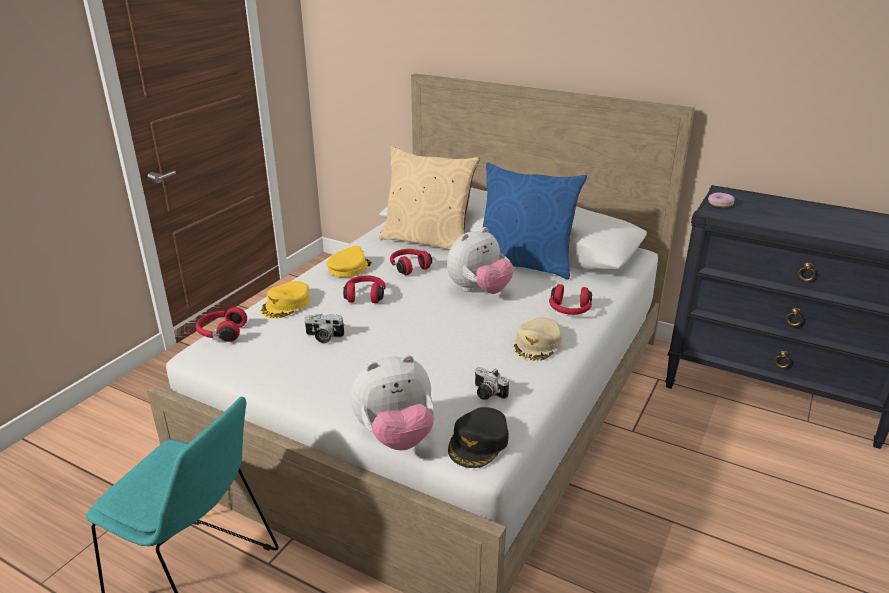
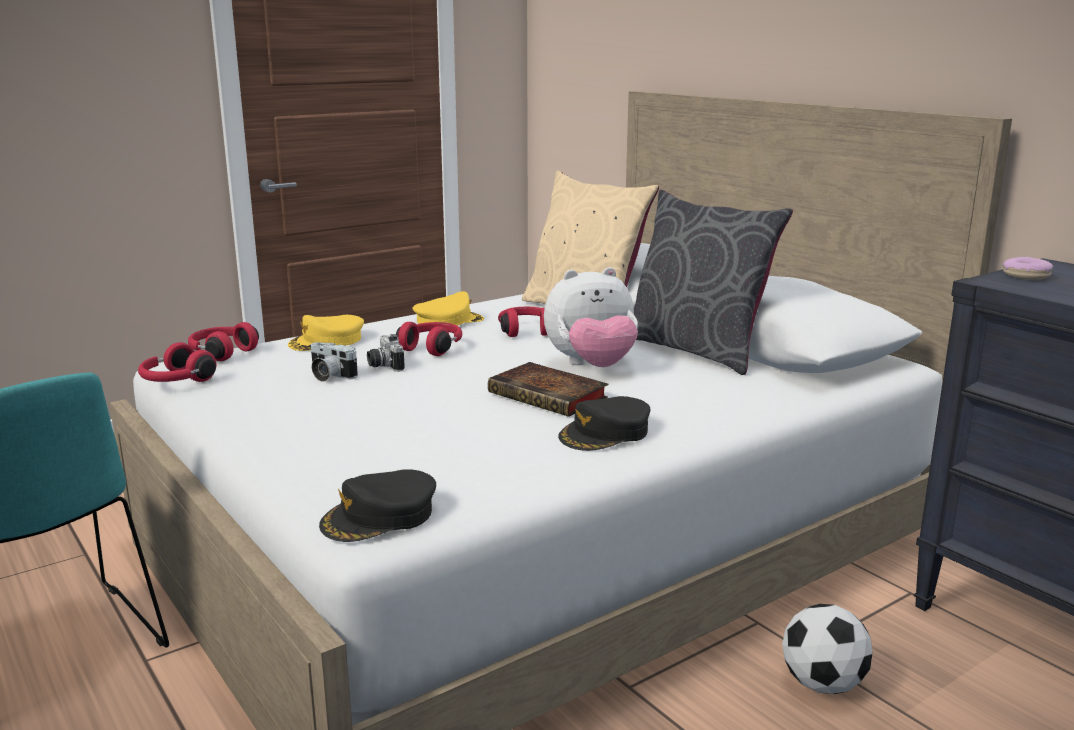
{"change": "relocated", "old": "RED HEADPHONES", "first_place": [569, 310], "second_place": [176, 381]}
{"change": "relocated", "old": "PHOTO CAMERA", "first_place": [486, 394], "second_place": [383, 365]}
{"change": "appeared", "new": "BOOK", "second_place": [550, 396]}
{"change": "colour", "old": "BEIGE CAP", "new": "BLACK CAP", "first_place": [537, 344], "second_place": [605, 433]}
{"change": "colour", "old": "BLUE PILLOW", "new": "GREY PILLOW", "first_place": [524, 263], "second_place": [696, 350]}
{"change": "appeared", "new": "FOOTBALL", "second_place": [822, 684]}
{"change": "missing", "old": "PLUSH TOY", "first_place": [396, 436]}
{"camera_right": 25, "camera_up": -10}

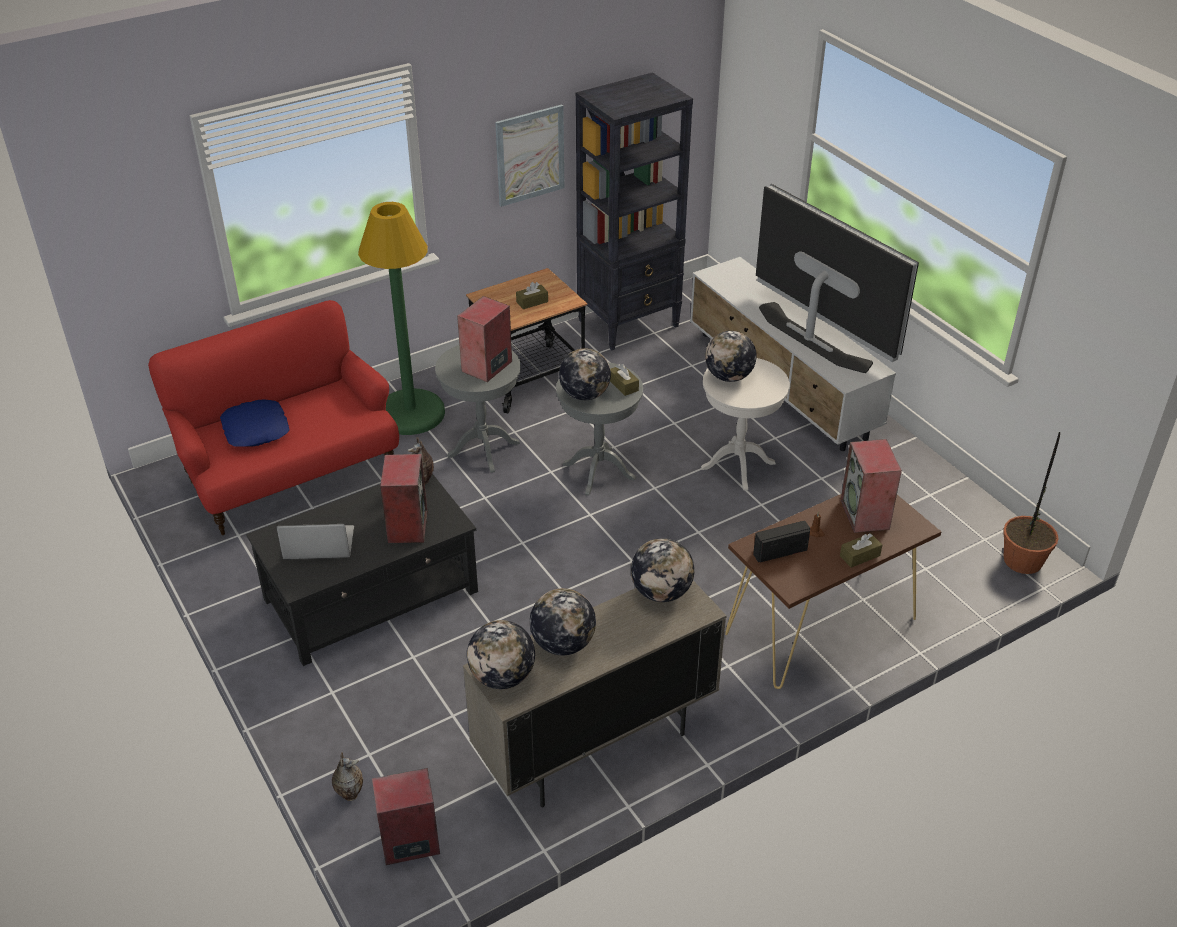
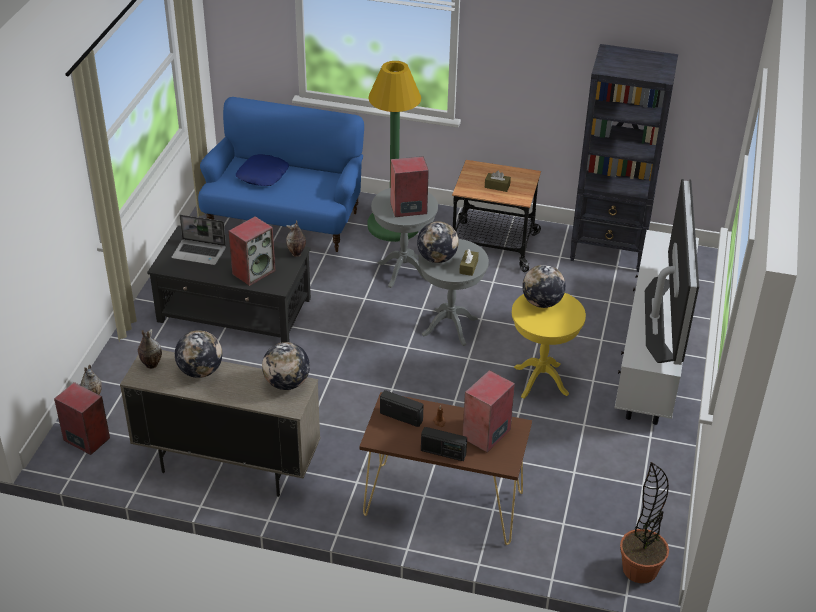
{"change": "exchanged", "old": "GLOBE", "new": "VASE", "first_place": [502, 677], "second_place": [150, 365]}
{"change": "spun", "old": "LAPTOP", "first_place": [318, 545], "second_place": [200, 253], "degrees": 150}
{"change": "colour", "old": "RED SOFA", "new": "BLUE SOFA", "first_place": [290, 474], "second_place": [284, 220]}
{"change": "exchanged", "old": "BROWN TISSUE BOX", "new": "RADIO", "first_place": [859, 556], "second_place": [443, 452]}
{"change": "colour", "old": "WHITE SIDE TABLE", "new": "YELLOW SIDE TABLE", "first_place": [738, 466], "second_place": [541, 380]}
{"change": "missing", "old": "PICTURE", "first_place": [530, 155]}
{"camera_right": 45, "camera_up": 0}

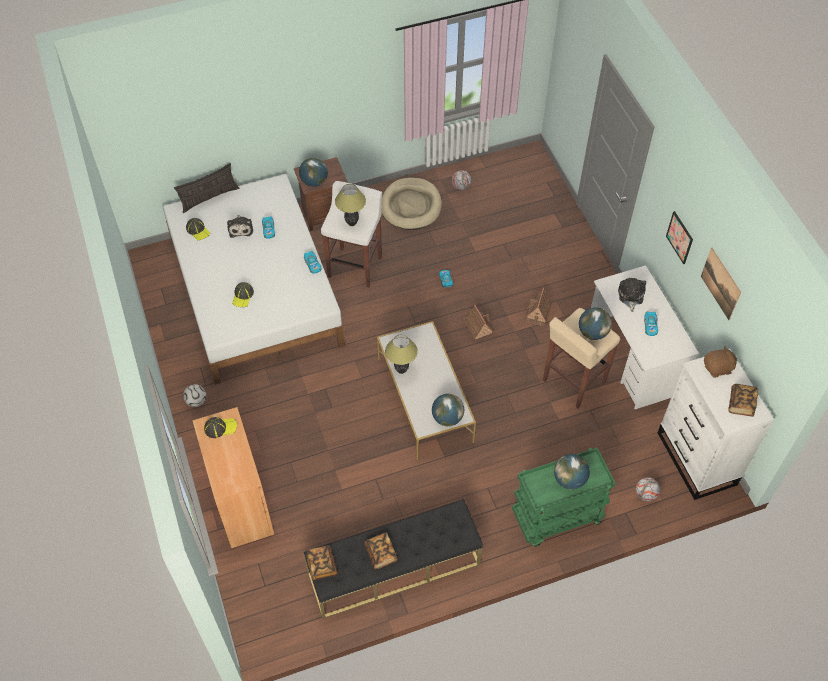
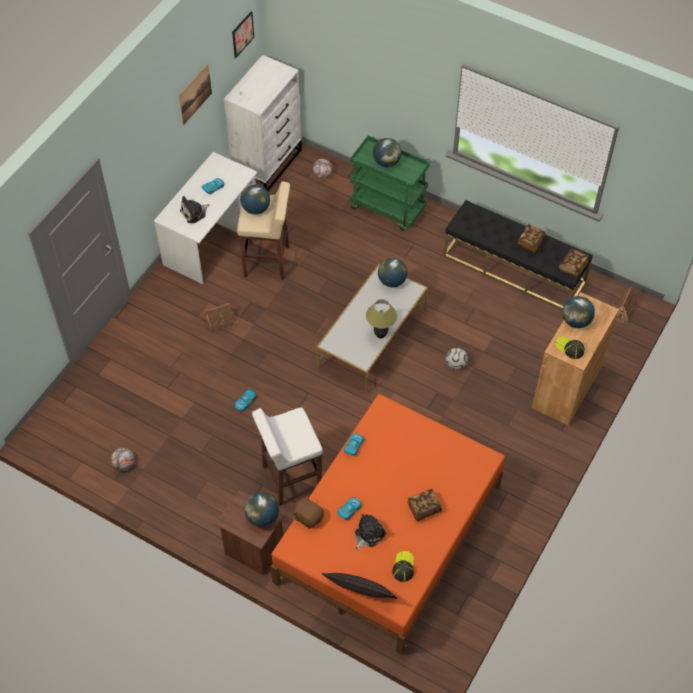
{"change": "relocated", "old": "PICTURE", "first_place": [680, 237], "second_place": [242, 34]}
{"change": "colour", "old": "WHITE BED", "new": "ORANGE BED", "first_place": [256, 292], "second_place": [388, 533]}
{"change": "relocated", "old": "BROWN PLUSH TOY", "first_place": [718, 368], "second_place": [308, 517]}
{"change": "relocated", "old": "BOOK", "first_place": [741, 404], "second_place": [424, 508]}
{"change": "relocated", "old": "FOOTBALL", "first_place": [196, 401], "second_place": [456, 364]}
{"change": "appeared", "new": "GLOBE", "second_place": [576, 321]}
{"change": "relocated", "old": "TOY HOUSE", "first_place": [477, 326], "second_place": [622, 310]}
{"change": "missing", "old": "CAP", "first_place": [243, 296]}
{"change": "missing", "old": "TABLE LAMP", "first_place": [352, 223]}
{"change": "missing", "old": "BEIGE DOG BED", "first_place": [411, 206]}
{"camera_right": -130, "camera_up": 0}

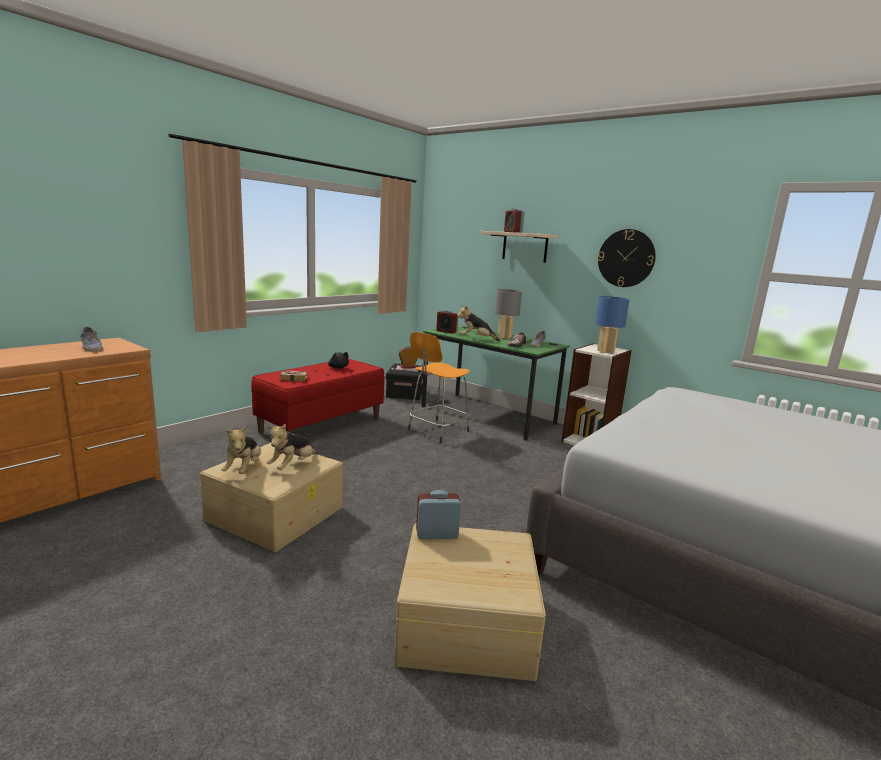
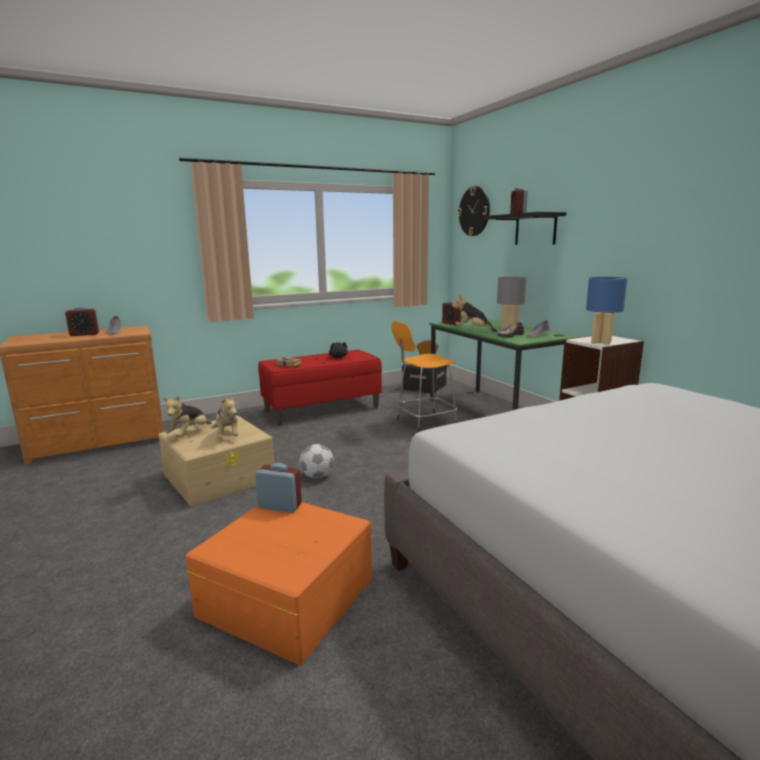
{"change": "appeared", "new": "ALARM CLOCK", "second_place": [84, 334]}
{"change": "colour", "old": "BEIGE STORAGE BOX", "new": "ORANGE STORAGE BOX", "first_place": [464, 621], "second_place": [286, 595]}
{"change": "spun", "old": "PLUSH TOY", "first_place": [292, 466], "second_place": [227, 435], "degrees": -75}
{"change": "appeared", "new": "FOOTBALL", "second_place": [317, 476]}
{"change": "relocated", "old": "WALL CLOCK", "first_place": [626, 258], "second_place": [474, 211]}
{"change": "colour", "old": "BEIGE SHELF", "new": "BLACK SHELF", "first_place": [524, 247], "second_place": [535, 229]}
{"camera_right": 25, "camera_up": 0}

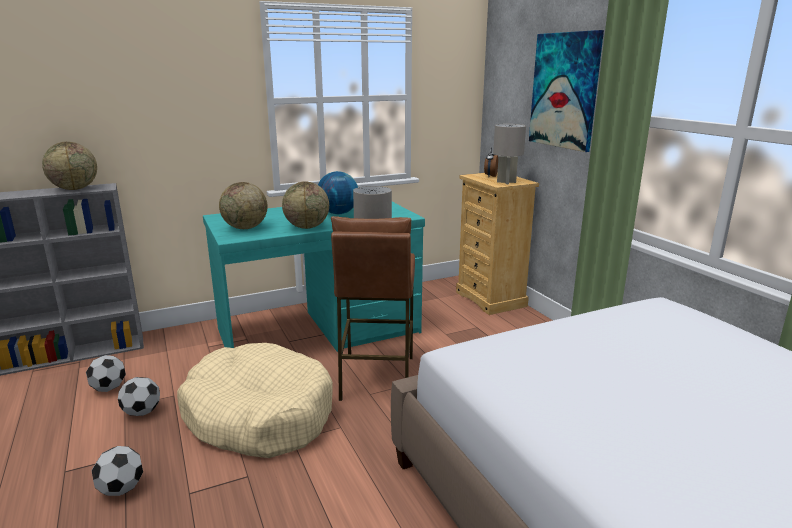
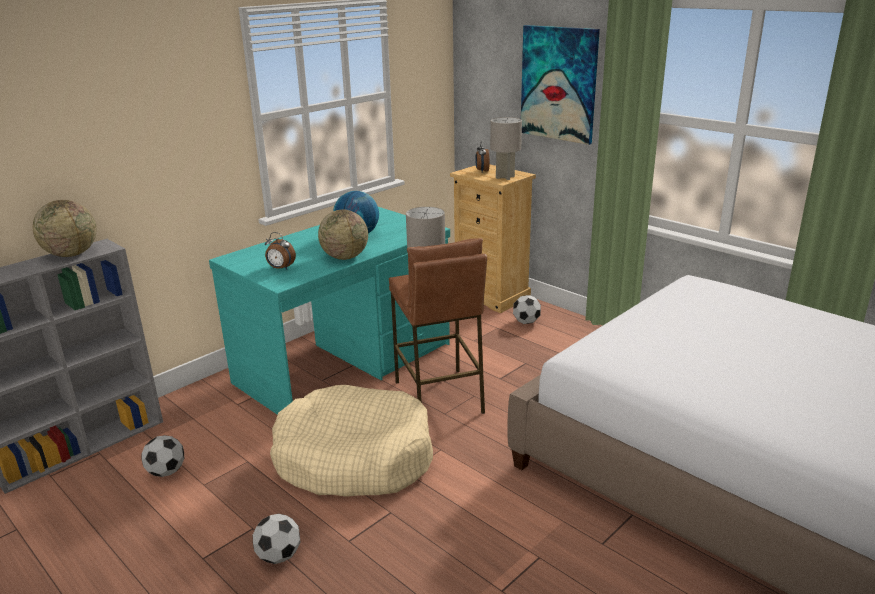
{"change": "exchanged", "old": "GLOBE", "new": "ALARM CLOCK", "first_place": [245, 228], "second_place": [280, 268]}
{"change": "relocated", "old": "FOOTBALL", "first_place": [142, 412], "second_place": [526, 322]}
{"camera_right": -20, "camera_up": 5}

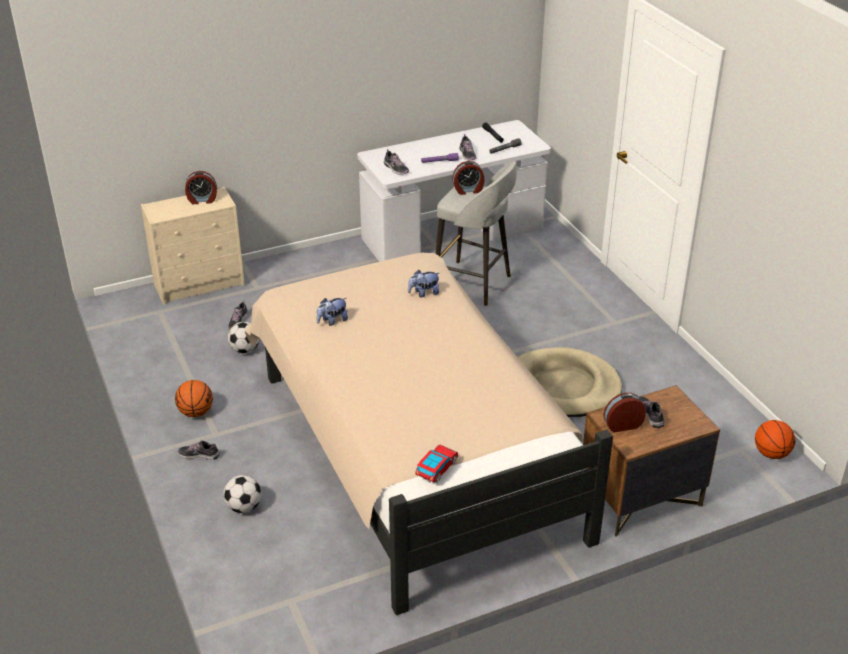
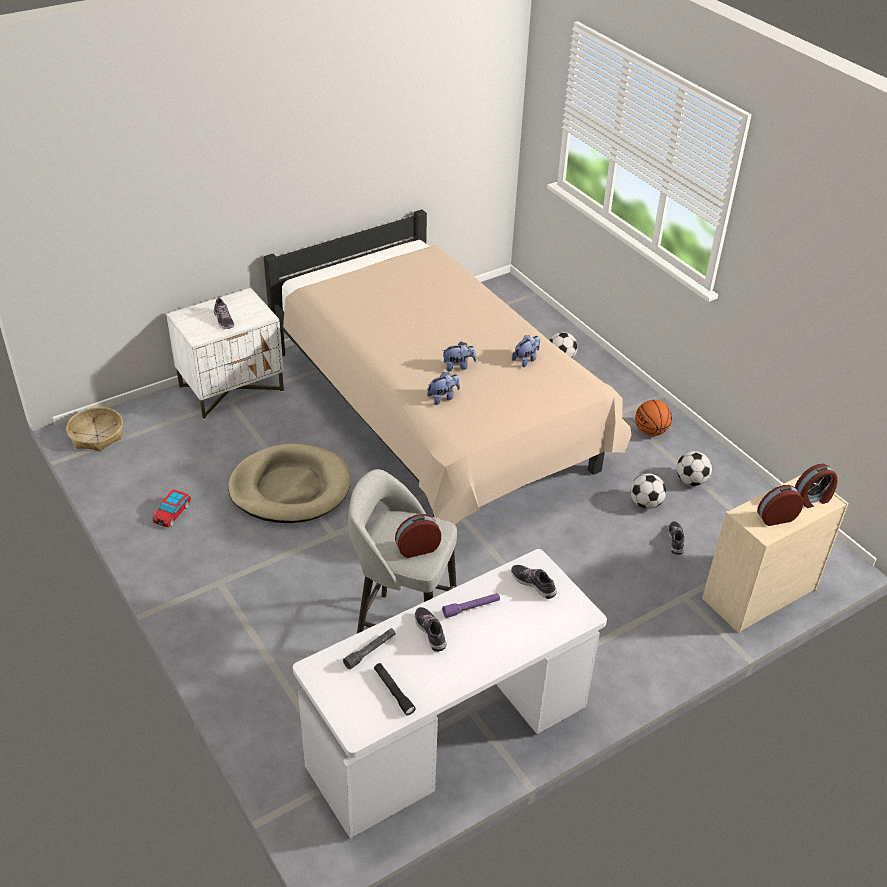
{"change": "exchanged", "old": "BASKETBALL", "new": "BASKET", "first_place": [771, 453], "second_place": [97, 436]}
{"change": "relocated", "old": "TOY CAR", "first_place": [436, 469], "second_place": [172, 513]}
{"change": "colour", "old": "BROWN NIGHTSTAND", "new": "WHITE NIGHTSTAND", "first_place": [640, 499], "second_place": [232, 388]}
{"change": "appeared", "new": "PLUSH TOY", "second_place": [458, 366]}
{"change": "appeared", "new": "FOOTBALL", "second_place": [691, 481]}
{"change": "relocated", "old": "ALARM CLOCK", "first_place": [622, 425], "second_place": [812, 499]}
{"change": "missing", "old": "SHOE", "first_place": [199, 455]}
{"camera_right": 170, "camera_up": 5}

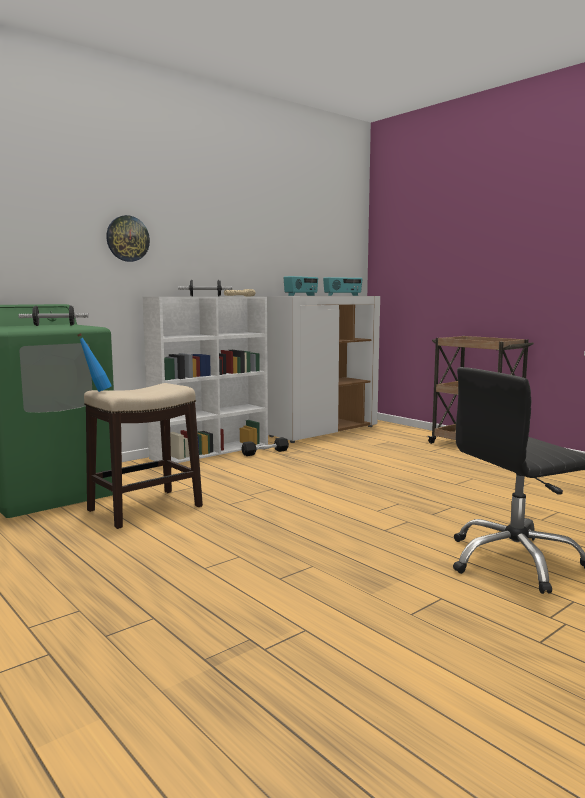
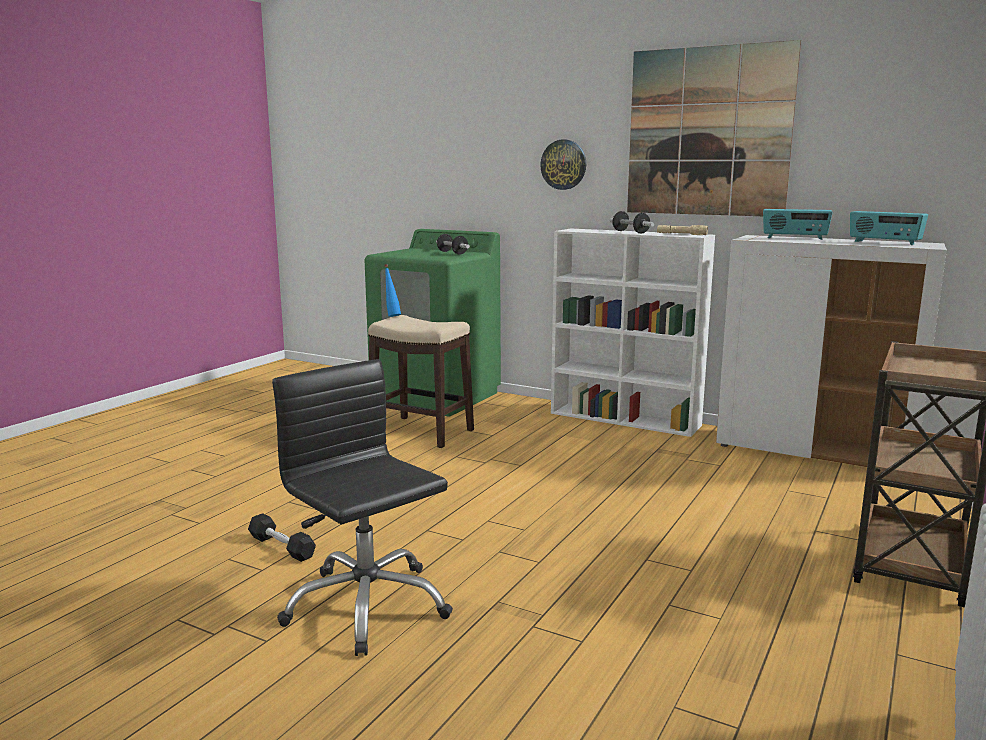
{"change": "relocated", "old": "BLACK DUMBBELL", "first_place": [265, 452], "second_place": [282, 547]}
{"change": "appeared", "new": "PICTURE", "second_place": [708, 132]}
{"camera_right": 70, "camera_up": 5}

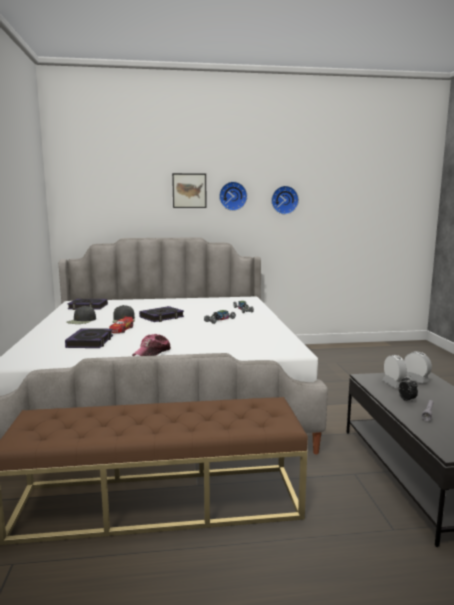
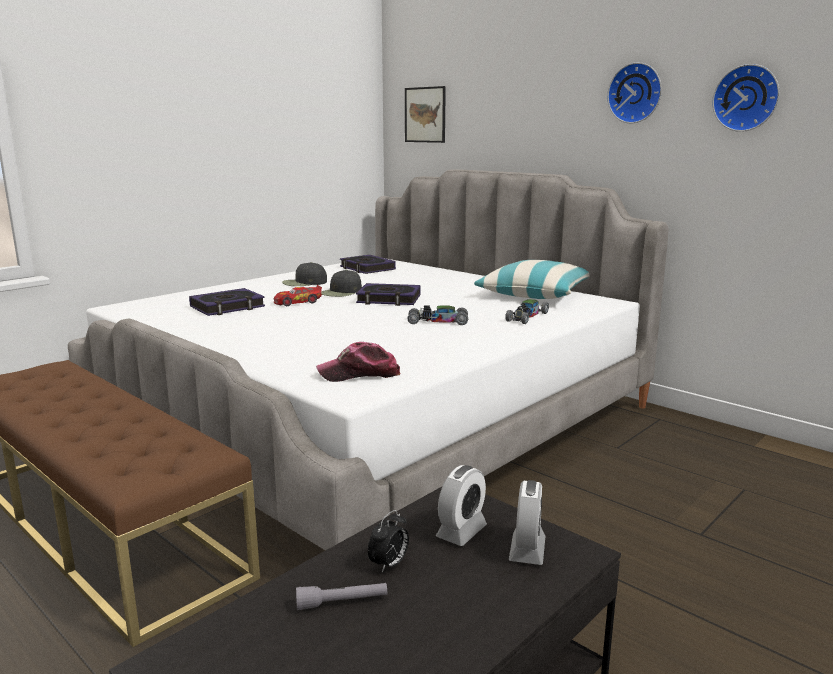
{"change": "relocated", "old": "CAP", "first_place": [152, 353], "second_place": [359, 374]}
{"change": "relocated", "old": "PICTURE", "first_place": [189, 190], "second_place": [425, 115]}
{"change": "appeared", "new": "PILLOW", "second_place": [535, 294]}
{"camera_right": 50, "camera_up": 5}

